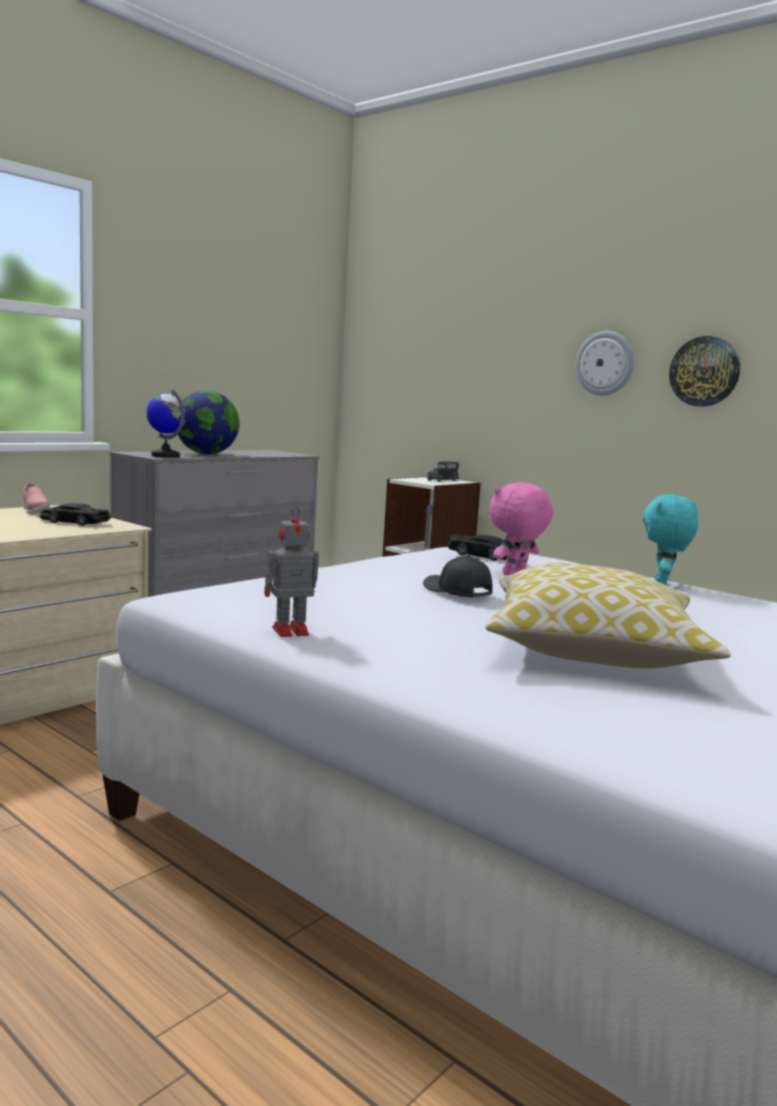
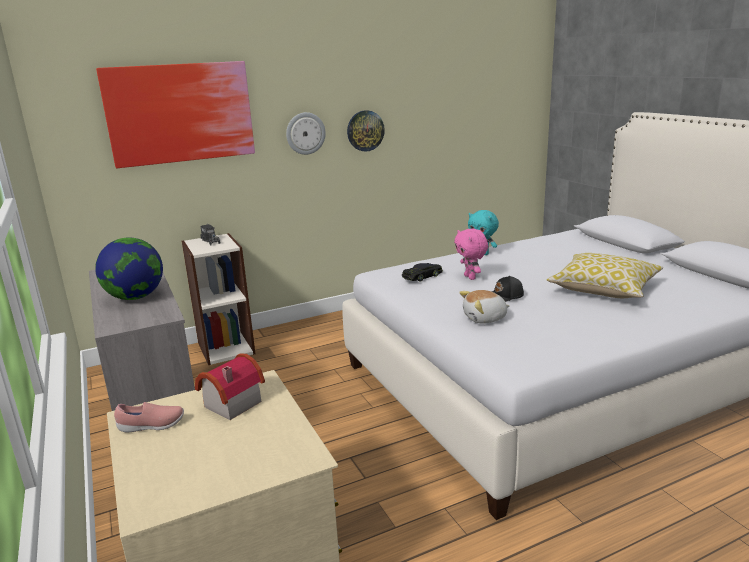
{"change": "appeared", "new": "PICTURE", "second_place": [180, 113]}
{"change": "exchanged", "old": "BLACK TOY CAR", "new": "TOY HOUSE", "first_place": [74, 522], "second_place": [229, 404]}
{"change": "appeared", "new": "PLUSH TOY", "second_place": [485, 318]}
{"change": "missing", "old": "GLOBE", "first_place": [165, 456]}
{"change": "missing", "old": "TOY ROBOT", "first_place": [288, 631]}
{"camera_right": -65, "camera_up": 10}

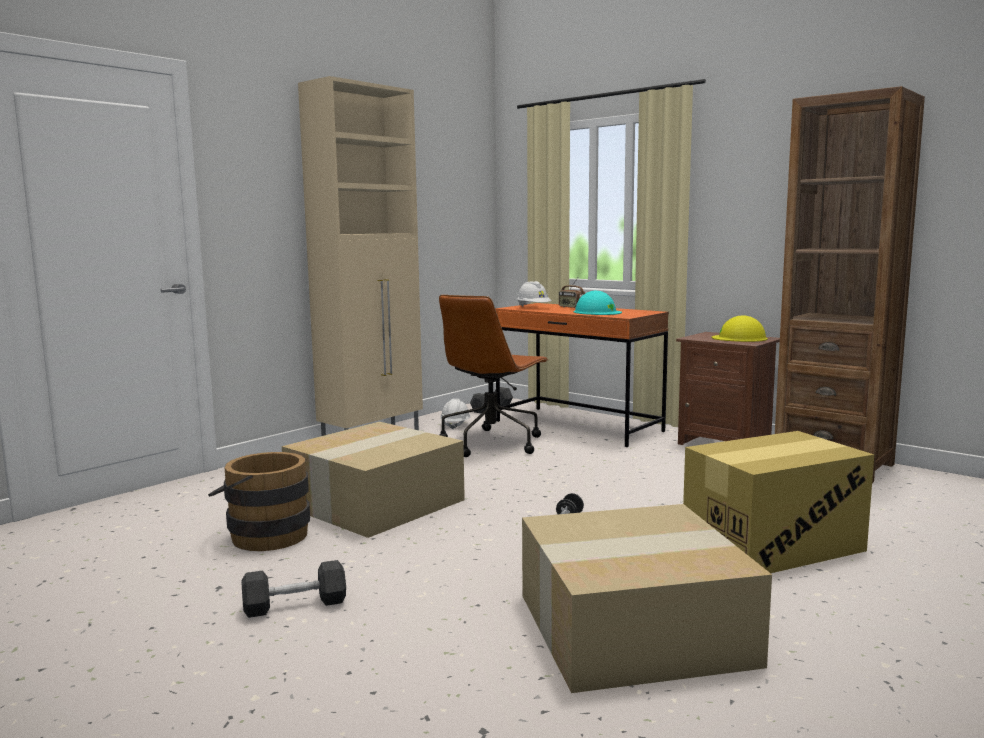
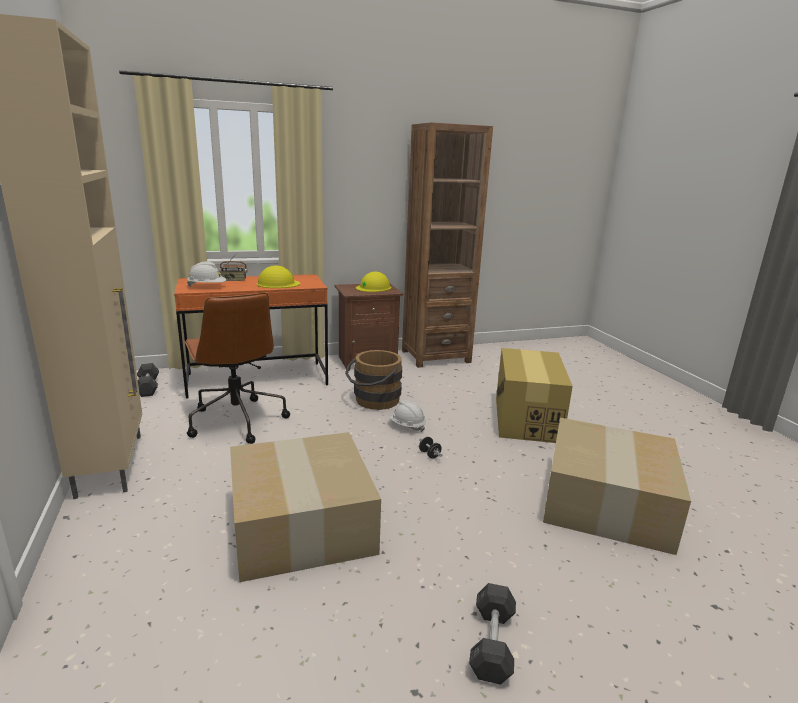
{"change": "colour", "old": "TURQUOISE HARD HAT", "new": "YELLOW HARD HAT", "first_place": [597, 312], "second_place": [278, 284]}
{"change": "relocated", "old": "BROWN BUCKET", "first_place": [262, 535], "second_place": [374, 401]}
{"change": "relocated", "old": "WHITE HARD HAT", "first_place": [455, 425], "second_place": [407, 426]}
{"camera_right": -60, "camera_up": 10}

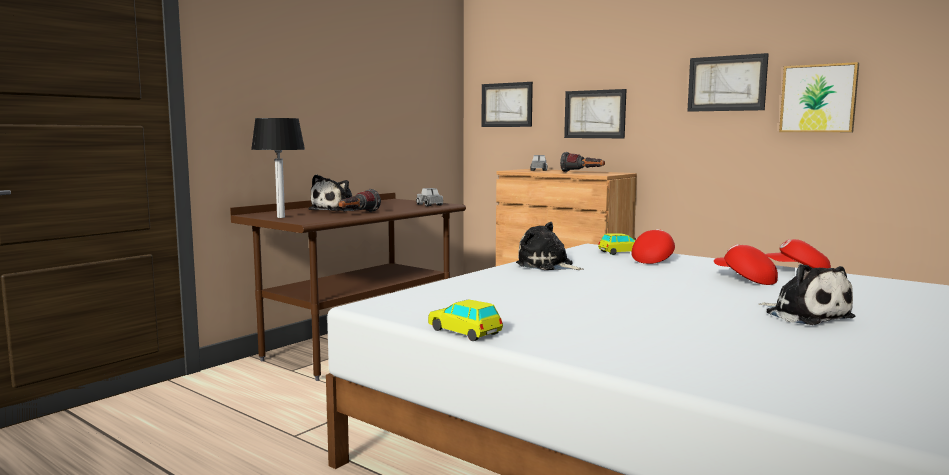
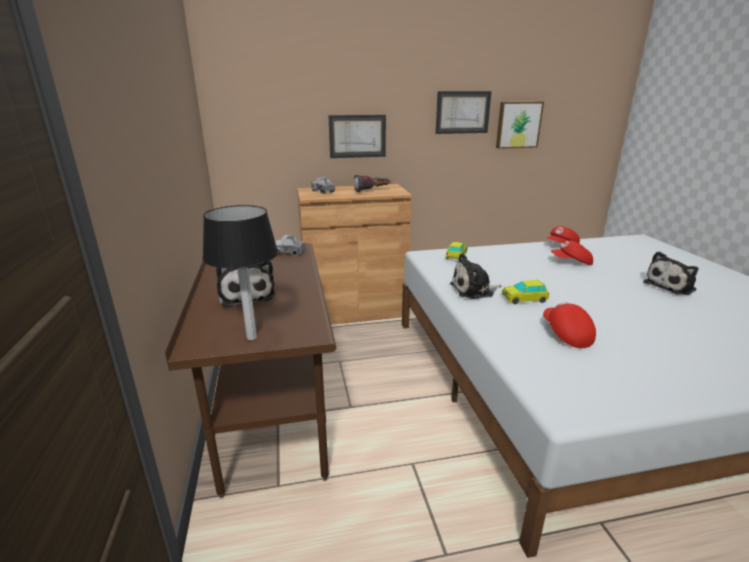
{"change": "relocated", "old": "TOY CAR", "first_place": [464, 332], "second_place": [524, 299]}
{"change": "relocated", "old": "RED CAP", "first_place": [653, 259], "second_place": [565, 334]}
{"change": "spun", "old": "PLUSH TOY", "first_place": [805, 315], "second_place": [671, 286], "degrees": 135}
{"change": "missing", "old": "FLASHLIGHT", "first_place": [357, 214]}
{"change": "missing", "old": "PICTURE", "first_place": [506, 105]}
{"camera_right": -50, "camera_up": 15}

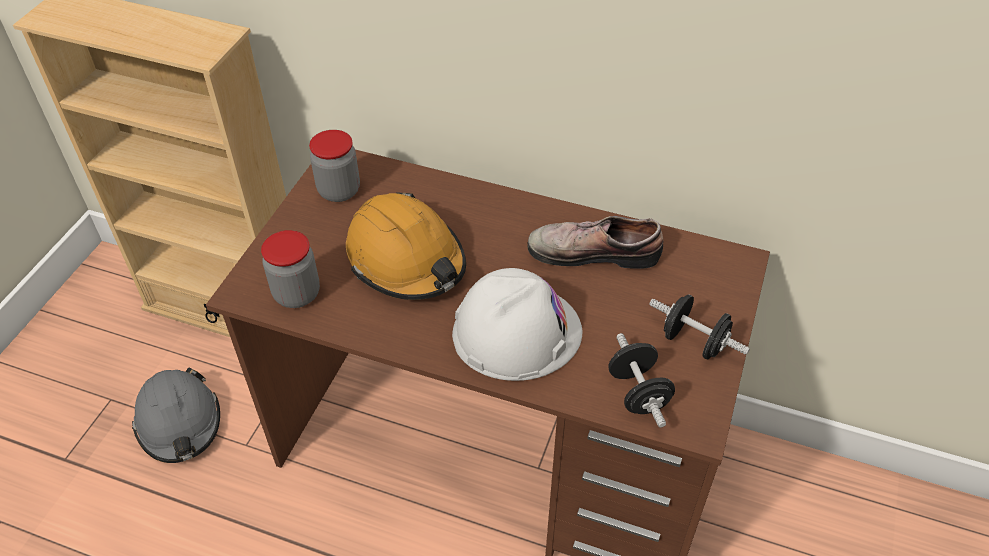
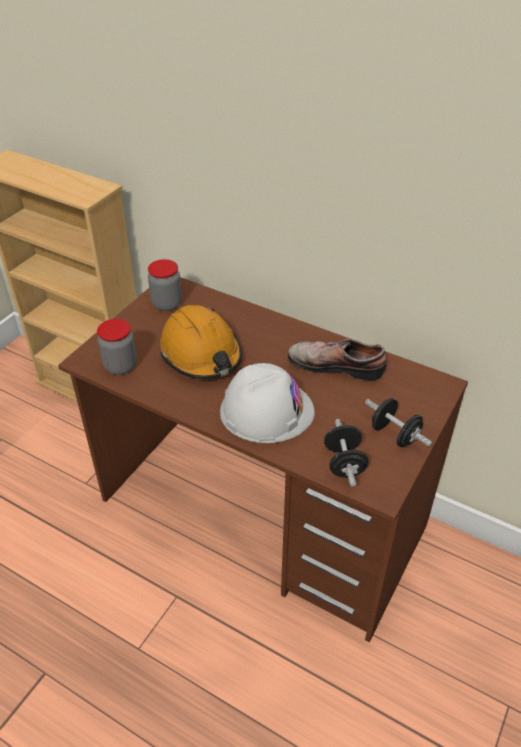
{"change": "missing", "old": "GREY HARD HAT", "first_place": [179, 423]}
{"camera_right": 10, "camera_up": -5}

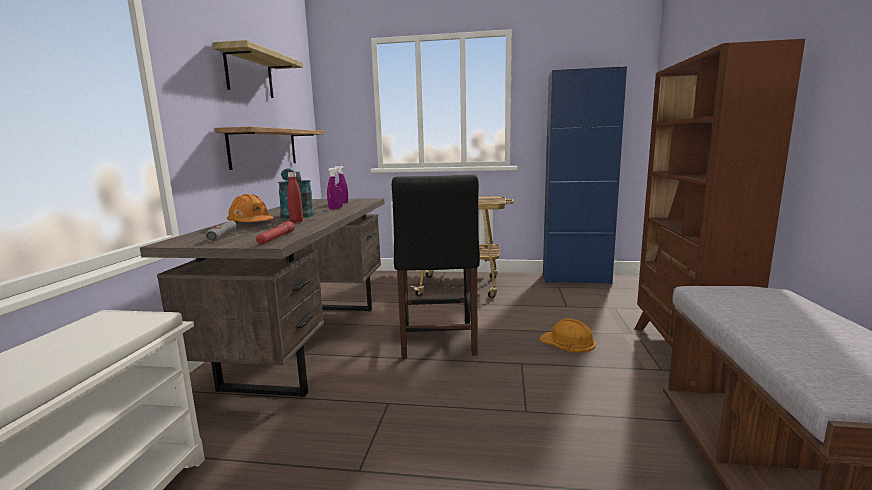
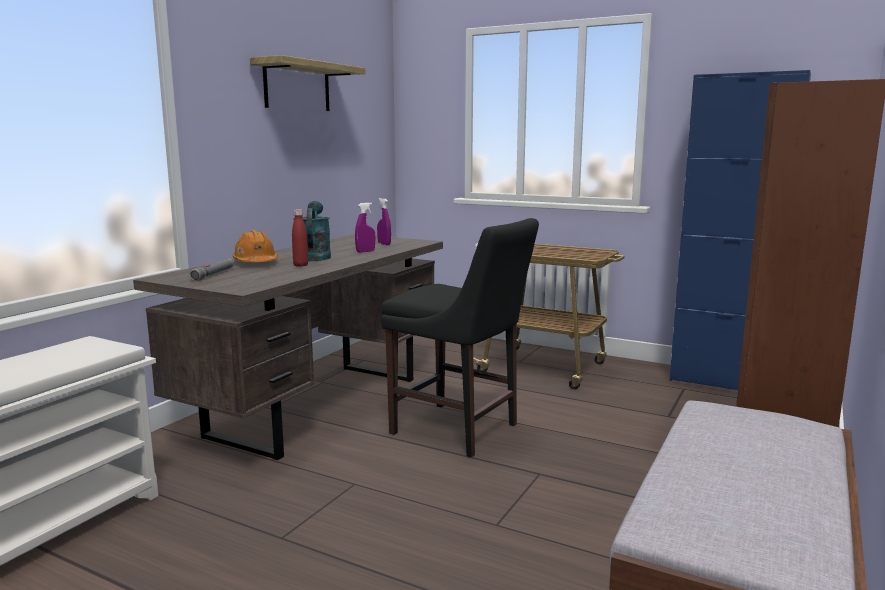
{"change": "spun", "old": "BLACK CHAIR", "first_place": [437, 342], "second_place": [459, 430], "degrees": -75}
{"change": "missing", "old": "SHELF", "first_place": [264, 148]}
{"change": "missing", "old": "RED FLASHLIGHT", "first_place": [276, 238]}
{"change": "missing", "old": "ORANGE HARD HAT", "first_place": [568, 341]}
{"camera_right": 20, "camera_up": 0}

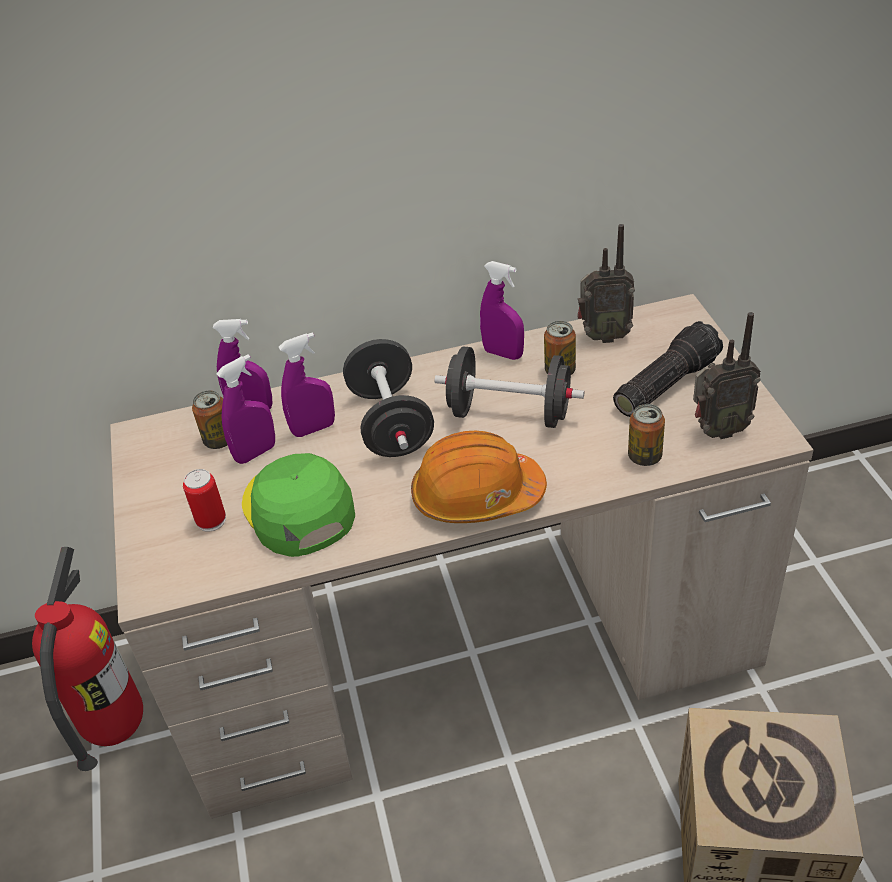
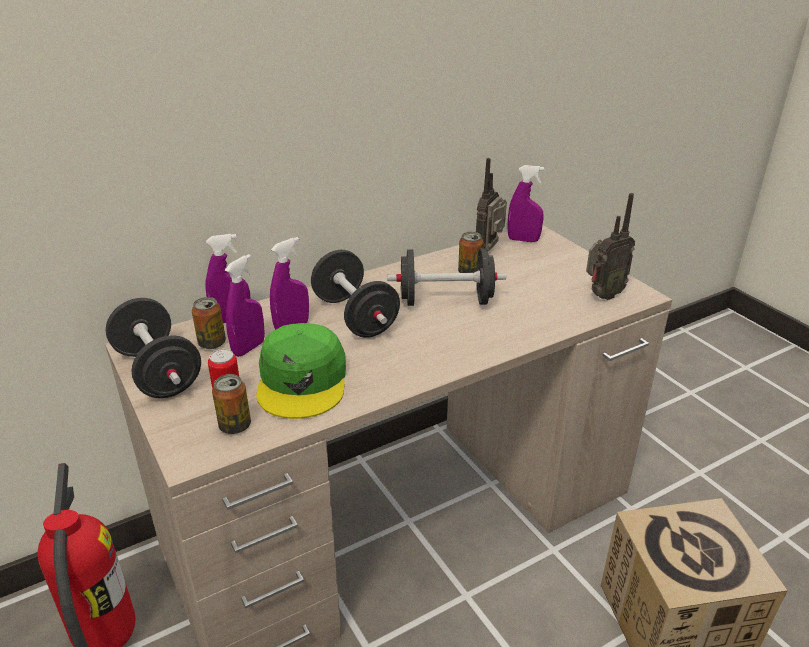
{"change": "appeared", "new": "BLACK DUMBBELL", "second_place": [158, 372]}
{"change": "relocated", "old": "CAN", "first_place": [644, 457], "second_place": [235, 426]}
{"change": "spun", "old": "GREEN CAP", "first_place": [297, 509], "second_place": [303, 381], "degrees": -135}
{"change": "spun", "old": "RADIO", "first_place": [603, 336], "second_place": [490, 250], "degrees": 135}
{"change": "relocated", "old": "PURPLE SPRAY BOTTLE", "first_place": [503, 353], "second_place": [523, 240]}
{"change": "missing", "old": "ORANGE HARD HAT", "first_place": [476, 496]}
{"change": "missing", "old": "FLASHLIGHT", "first_place": [664, 384]}
{"camera_right": -20, "camera_up": -10}

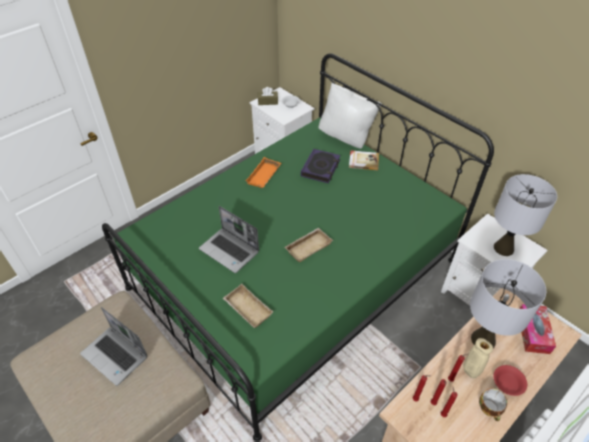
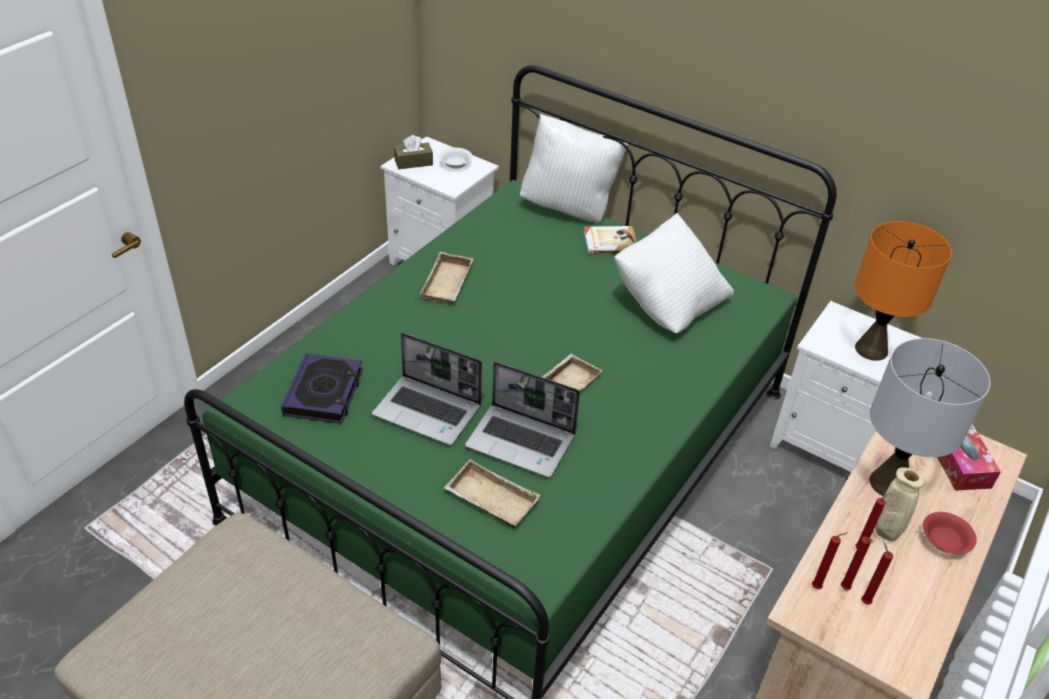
{"change": "relocated", "old": "BOOK", "first_place": [320, 168], "second_place": [324, 393]}
{"change": "colour", "old": "ORANGE TRAY", "new": "BEIGE TRAY", "first_place": [264, 176], "second_place": [449, 284]}
{"change": "relocated", "old": "LAPTOP", "first_place": [116, 355], "second_place": [522, 441]}
{"change": "appeared", "new": "WHITE PILLOW", "second_place": [668, 303]}
{"change": "colour", "old": "GREY TABLE LAMP", "new": "ORANGE TABLE LAMP", "first_place": [504, 248], "second_place": [871, 349]}
{"change": "missing", "old": "CUP", "first_place": [490, 409]}
{"camera_right": -15, "camera_up": -5}

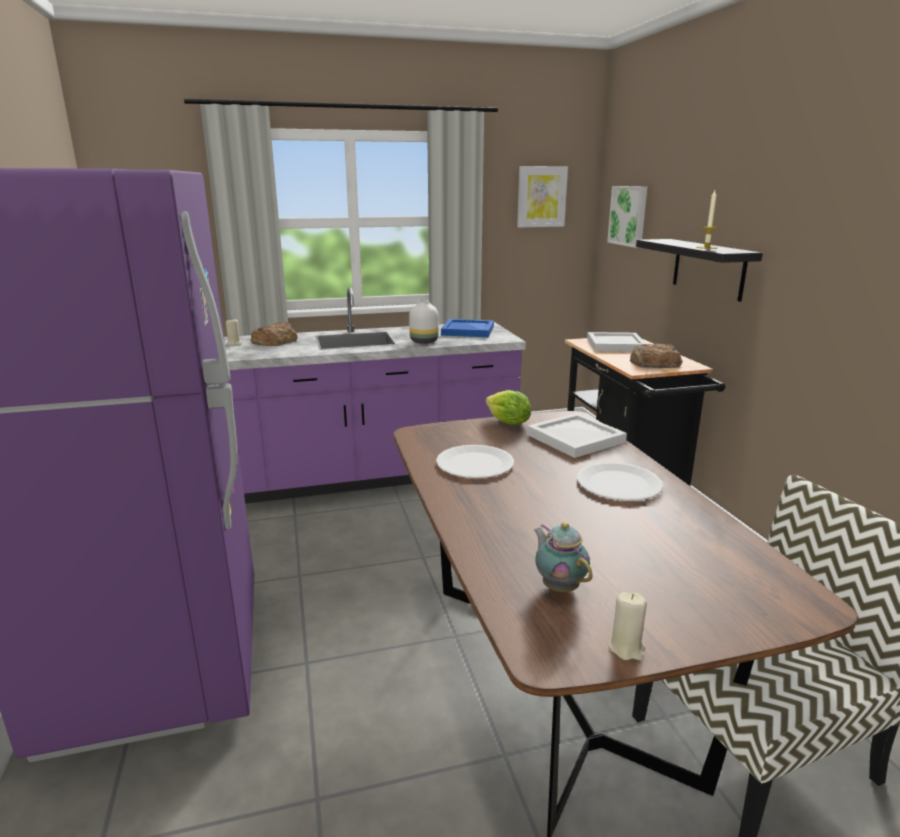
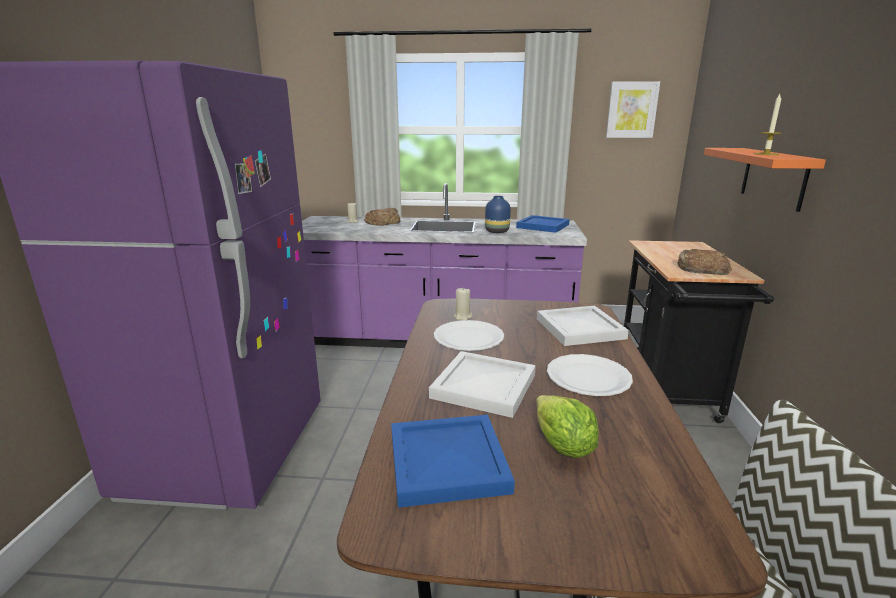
{"change": "exchanged", "old": "TEAPOT", "new": "BLUE TRAY", "first_place": [559, 586], "second_place": [449, 463]}
{"change": "relocated", "old": "WHITE TRAY", "first_place": [615, 345], "second_place": [482, 386]}
{"change": "relocated", "old": "BEIGE CANDLE", "first_place": [626, 647], "second_place": [463, 317]}
{"change": "colour", "old": "WHITE VASE", "new": "BLUE VASE", "first_place": [424, 341], "second_place": [497, 231]}
{"change": "relocated", "old": "LETTUCE", "first_place": [508, 423], "second_place": [562, 446]}
{"change": "colour", "old": "BLACK SHELF", "new": "ORANGE SHELF", "first_place": [708, 268], "second_place": [773, 177]}
{"change": "missing", "old": "PICTURE", "first_place": [629, 215]}
{"camera_right": 20, "camera_up": 0}

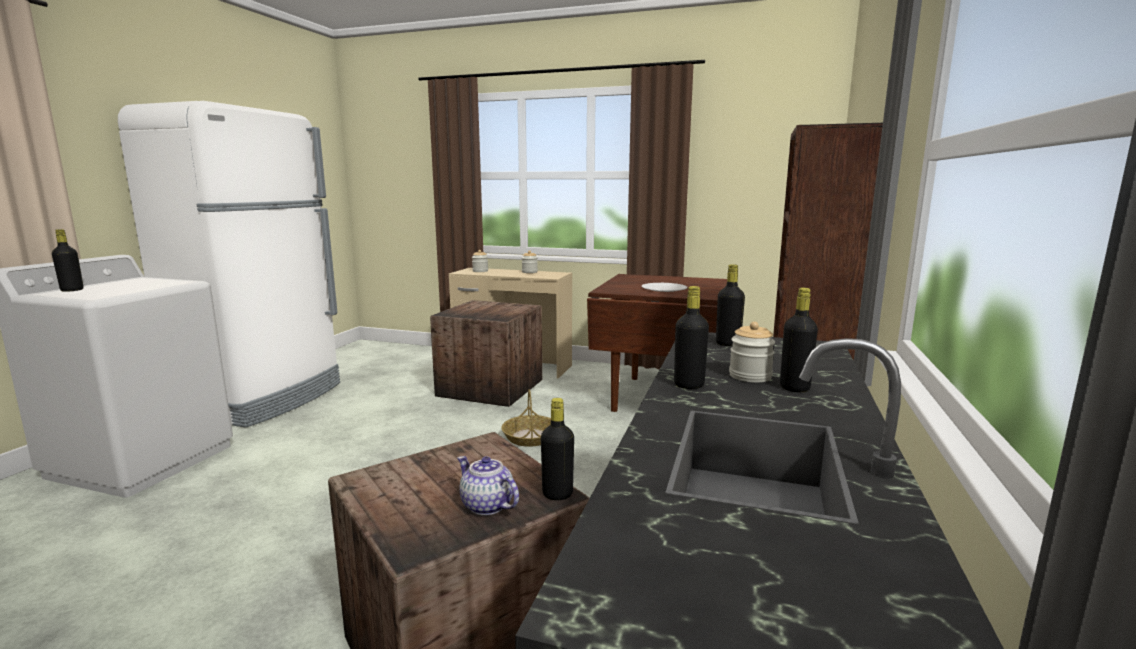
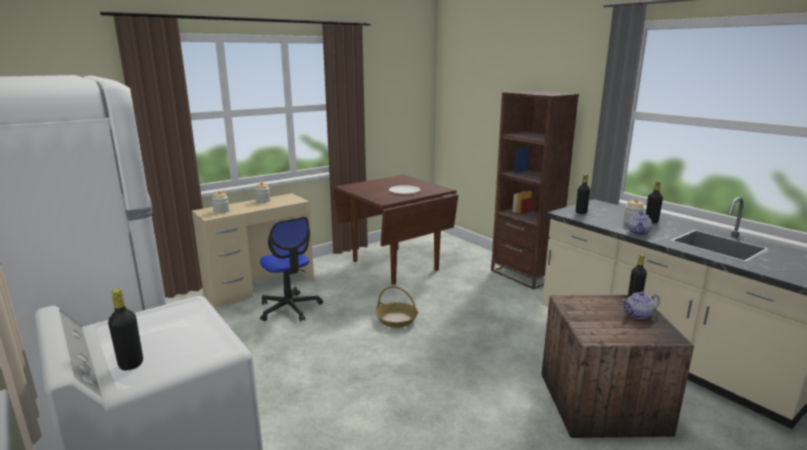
{"change": "exchanged", "old": "CRATE", "new": "OFFICE CHAIR", "first_place": [488, 388], "second_place": [289, 308]}
{"change": "exchanged", "old": "BLACK BOTTLE", "new": "TEAPOT", "first_place": [689, 385], "second_place": [638, 232]}
{"camera_right": -55, "camera_up": 5}

